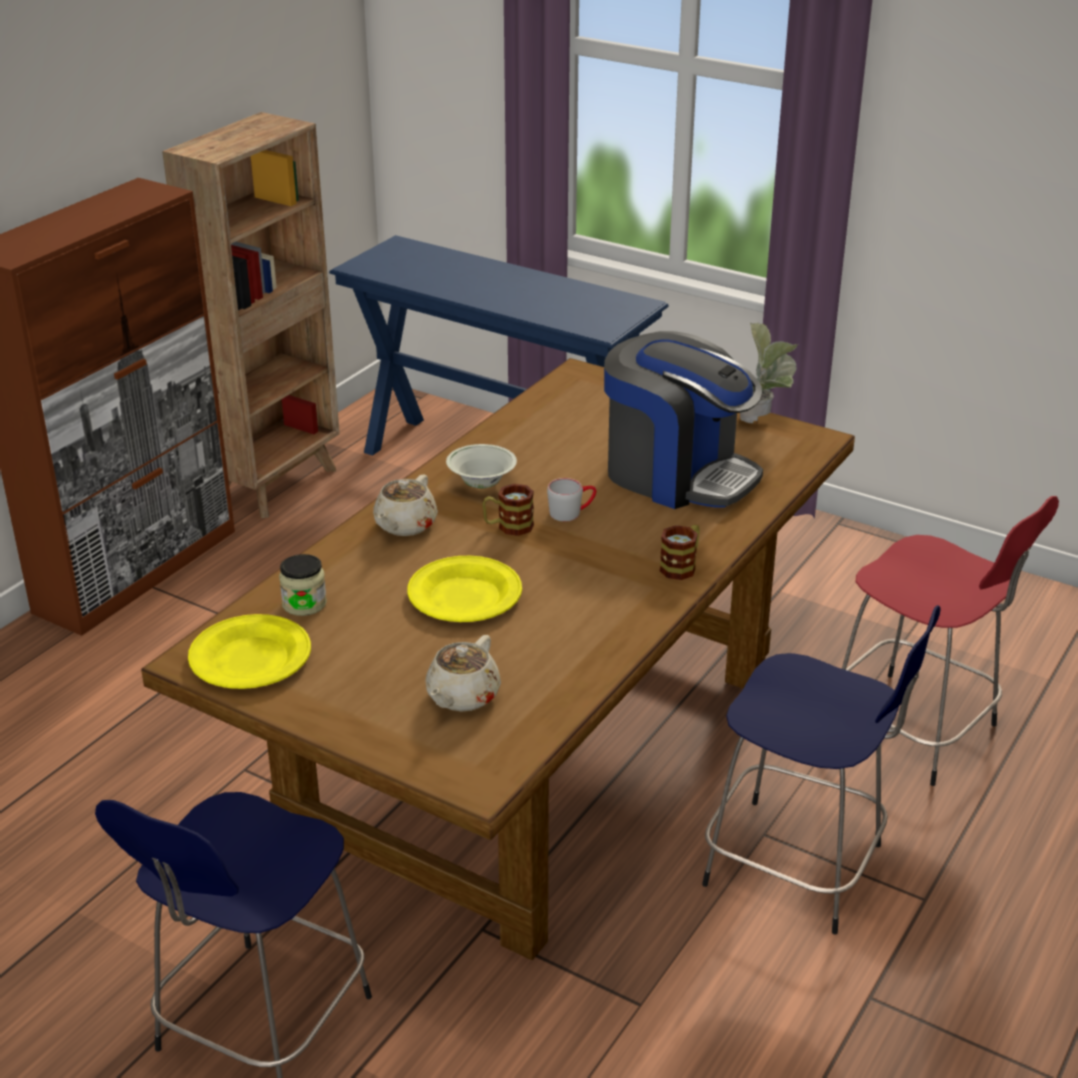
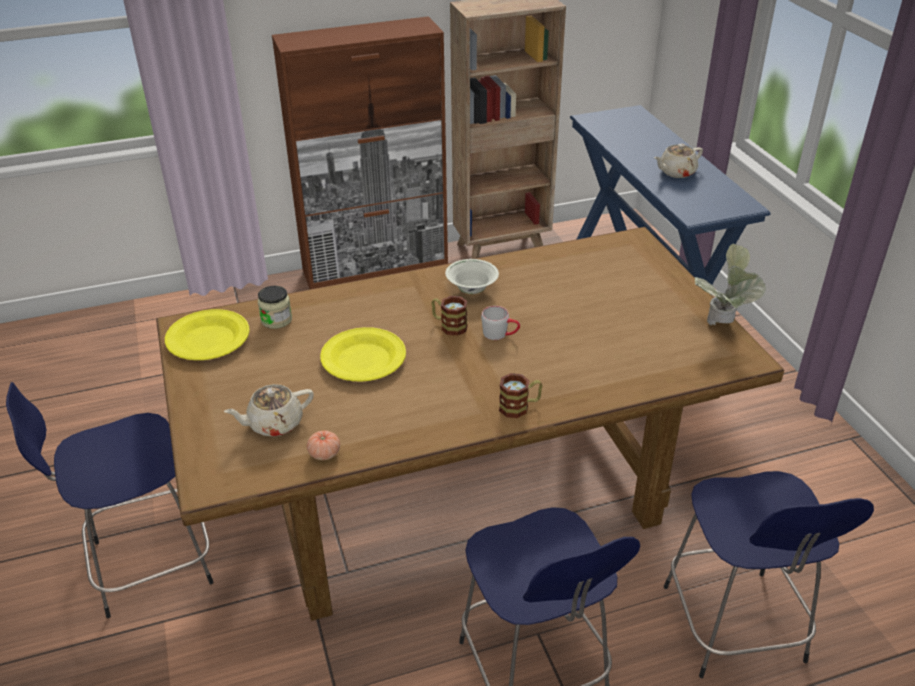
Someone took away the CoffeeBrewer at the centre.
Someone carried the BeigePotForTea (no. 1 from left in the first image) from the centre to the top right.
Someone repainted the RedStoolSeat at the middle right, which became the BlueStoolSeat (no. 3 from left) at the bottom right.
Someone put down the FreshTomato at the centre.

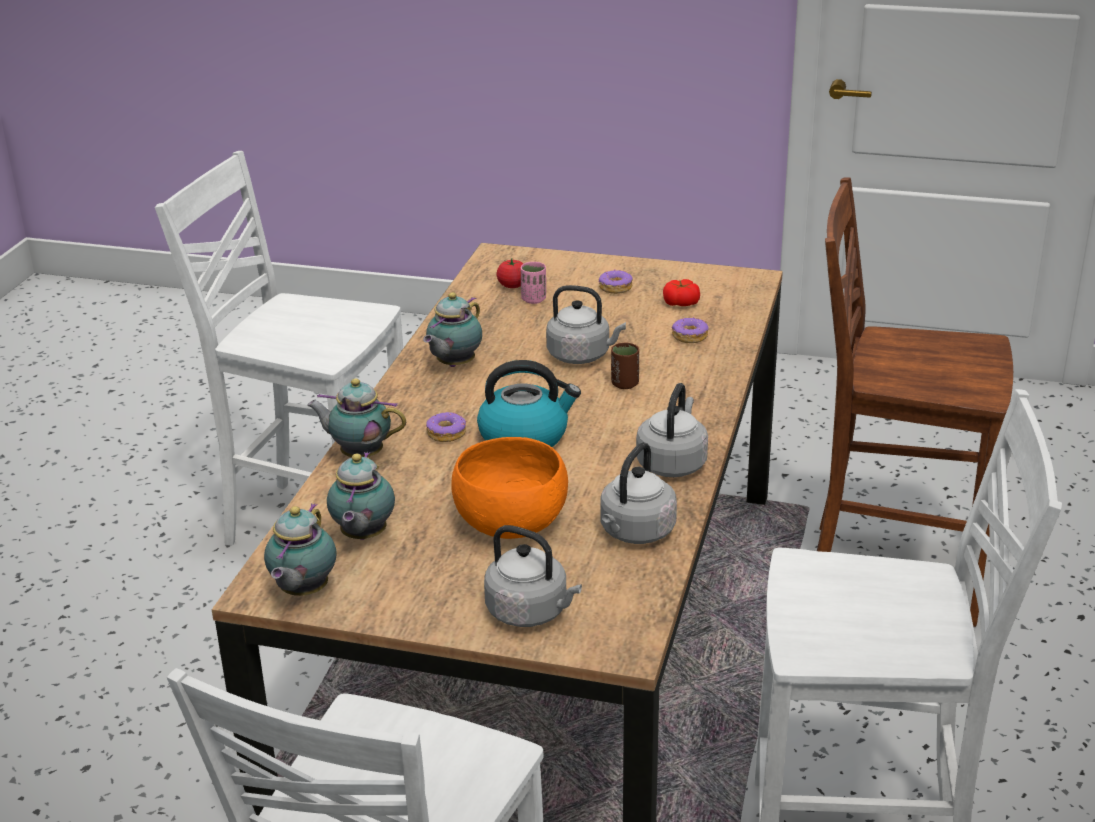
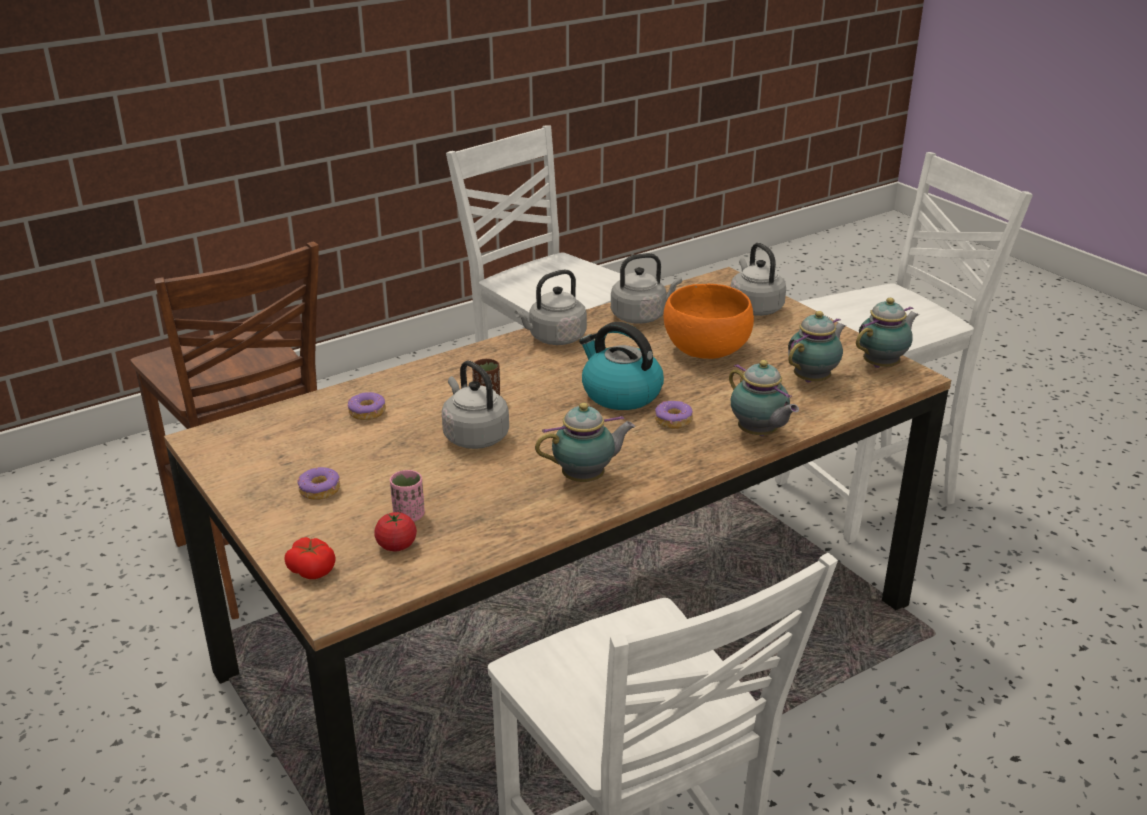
Someone carried the FreshTomato (no. 2 from left in the first image) from the centre to the bottom left.

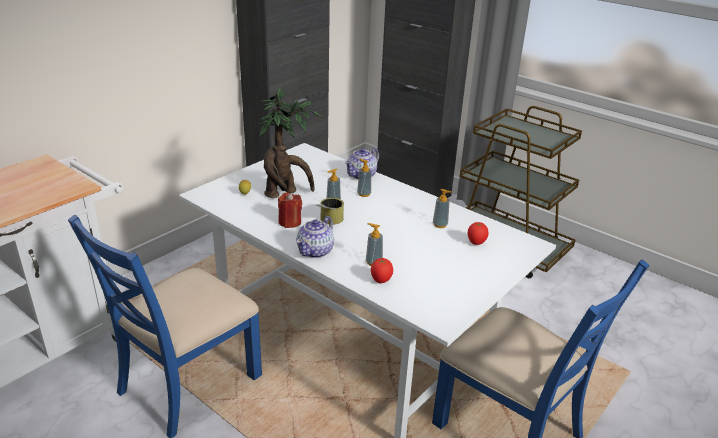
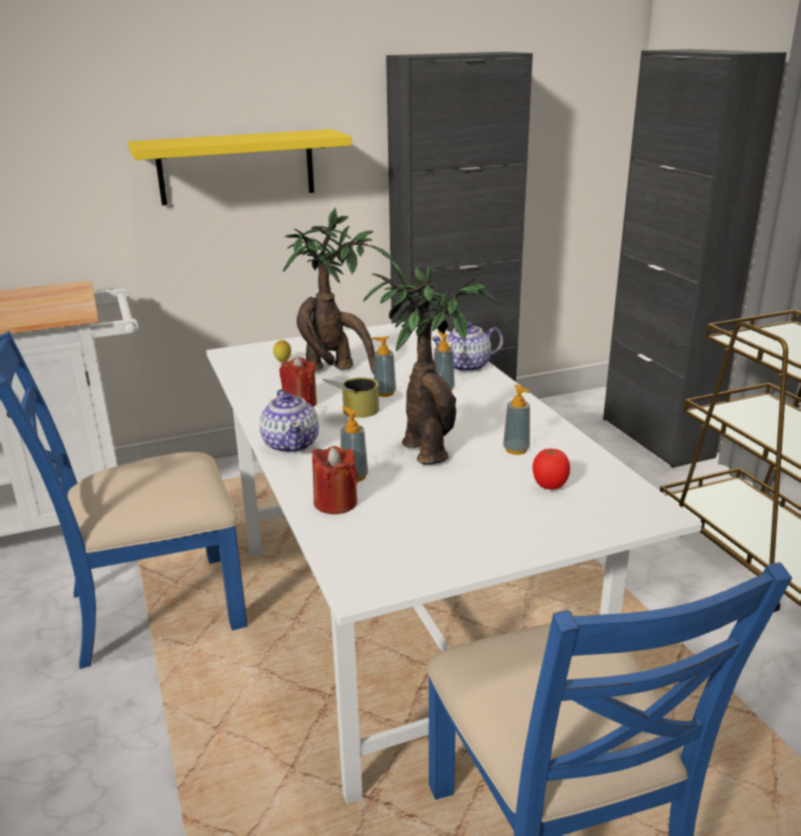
Someone rotated the PotForTea (no. 1 from left) at the centre by 75 degrees counterclockwise.
Someone swapped the FreshTomato (no. 1 from left) at the centre for the RedWaxLight (no. 2 from left) at the centre.
Someone put up the YellowWallShelf at the top left.
Someone put down the PottedPlant (no. 2 from left) at the centre.

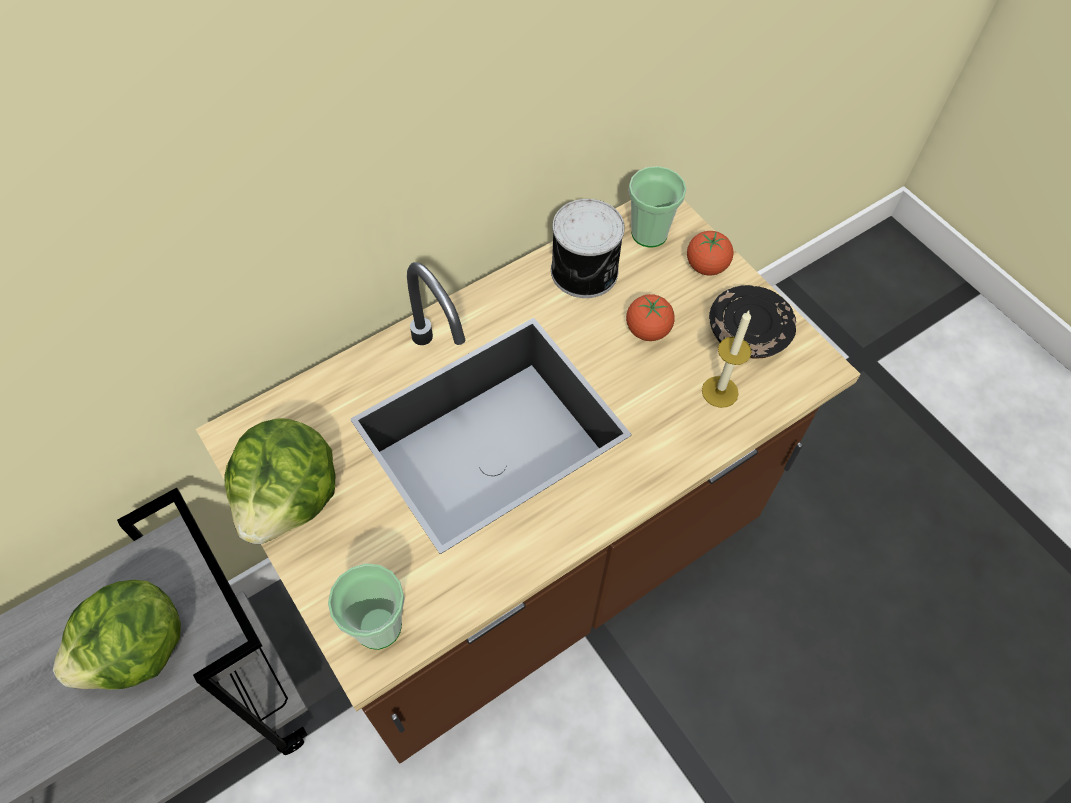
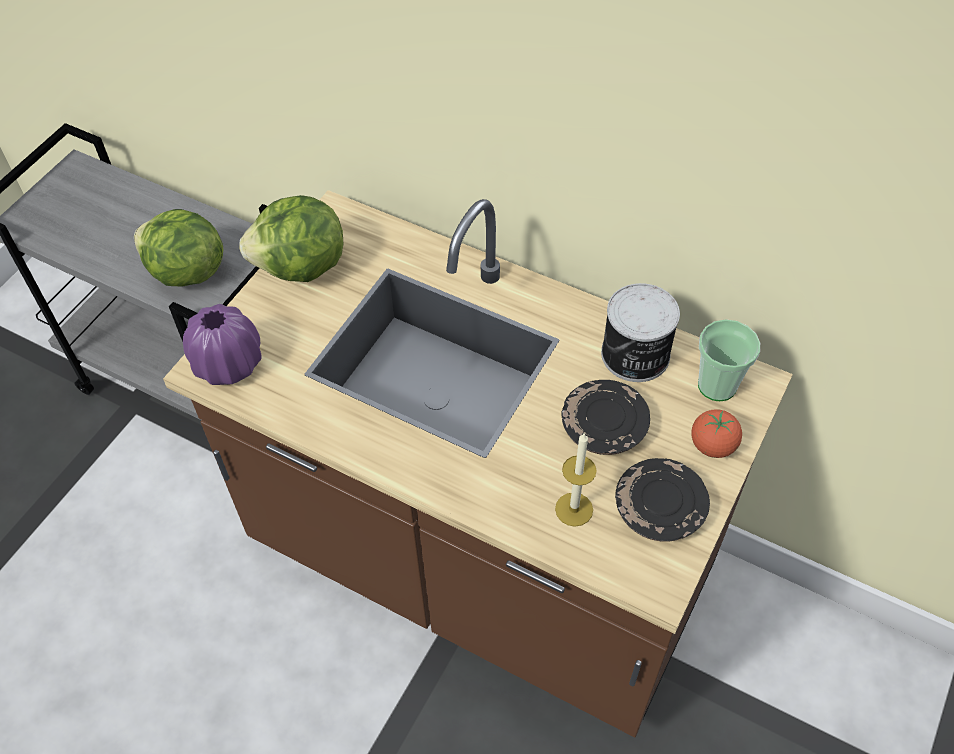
Someone swapped the FreshTomato (no. 1 from left) at the centre for the BlackishPlate (no. 1 from left) at the centre.
Someone swapped the SmallCup (no. 1 from left) at the bottom centre for the PurpleColouredVase at the middle left.

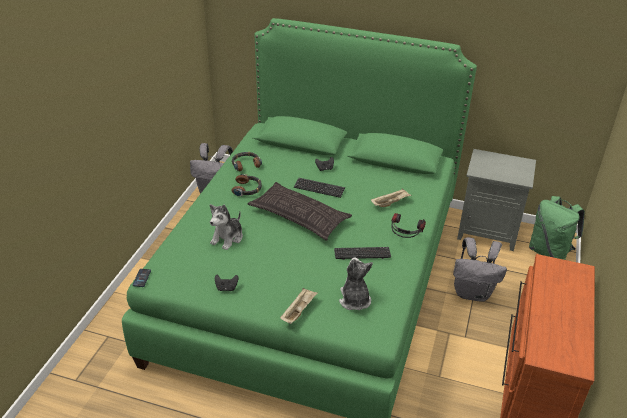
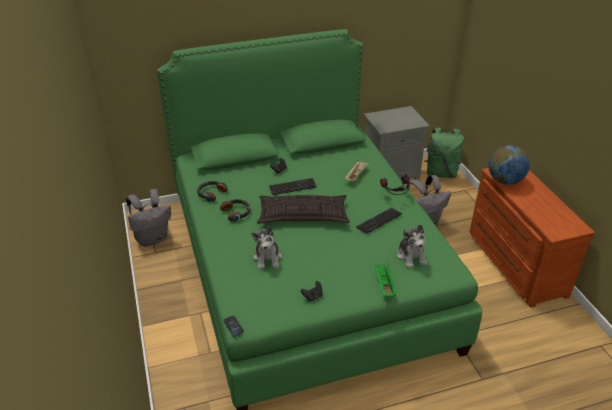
Someone rotated the PlushToy (no. 2 from left) at the bottom centre by 150 degrees counterclockwise.
Someone repainted the BeigeCarryingTray (no. 1 from left) at the bottom centre, which became the GreenColouredCarryingTray at the bottom centre.
Someone put down the DeskGlobe at the middle right.

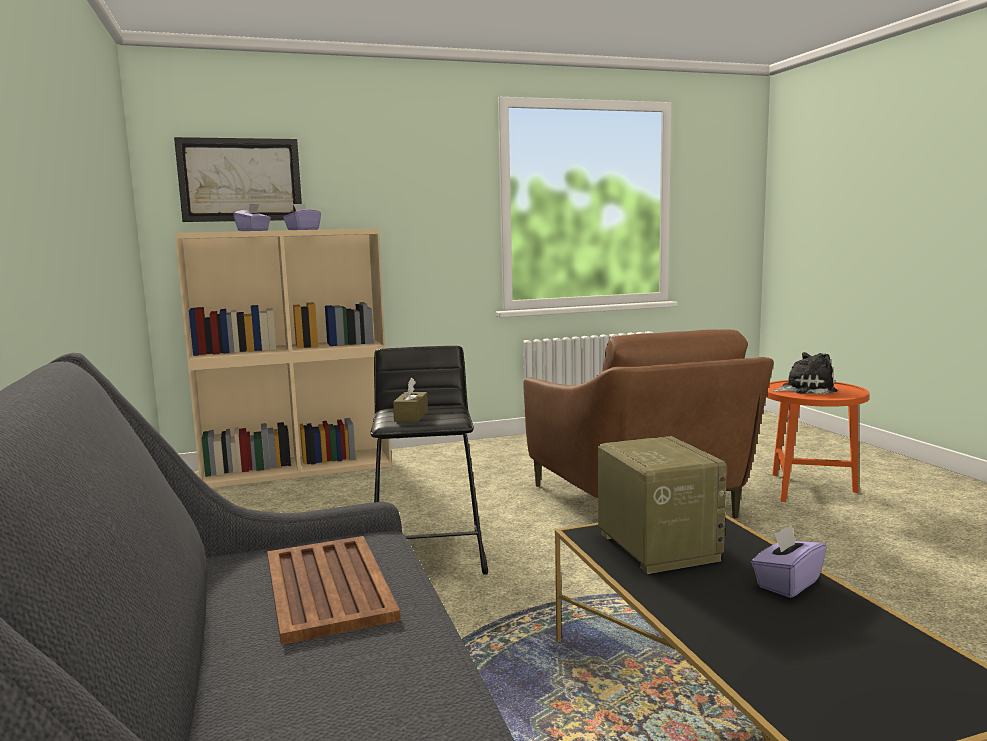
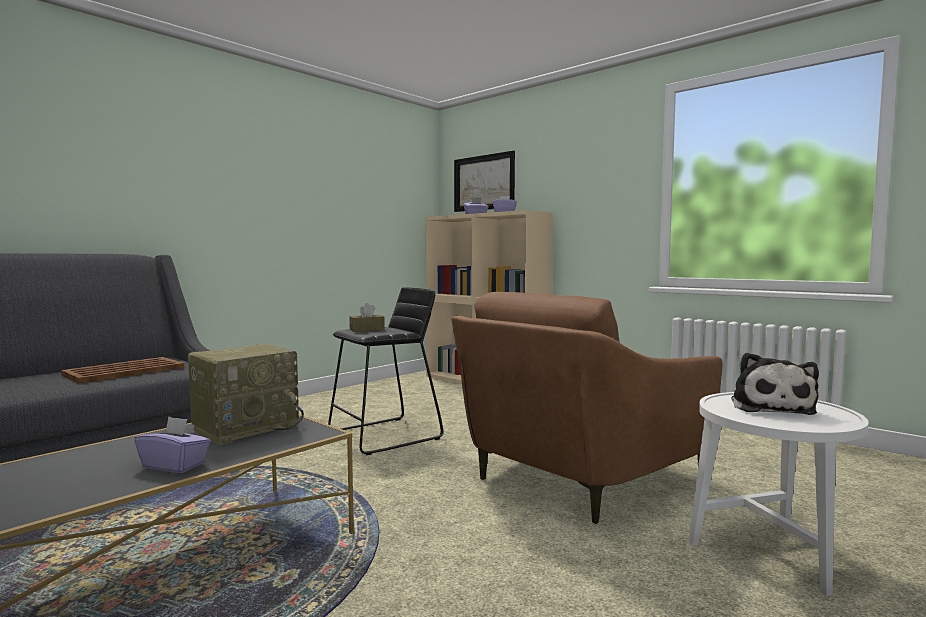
Someone rotated the PlushToy at the middle right by 45 degrees clockwise.
Someone repainted the OrangeColouredAccentTable at the middle right, which became the WhiteAccentTable at the bottom right.

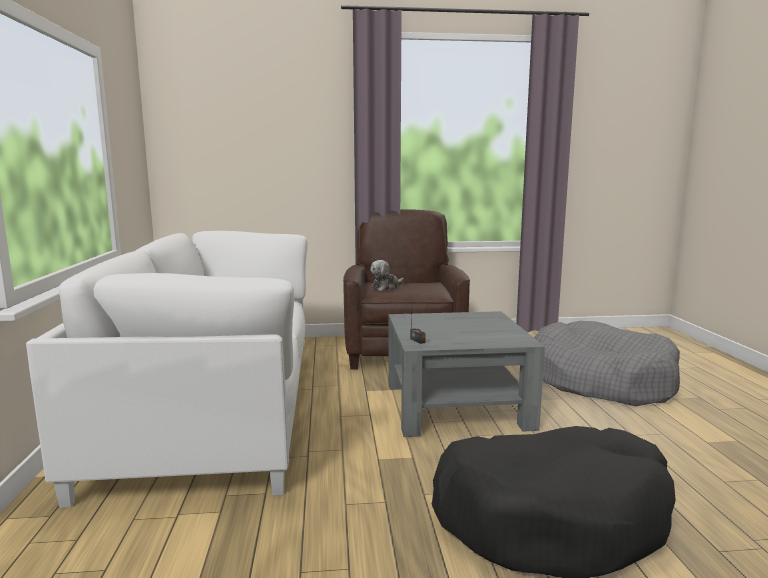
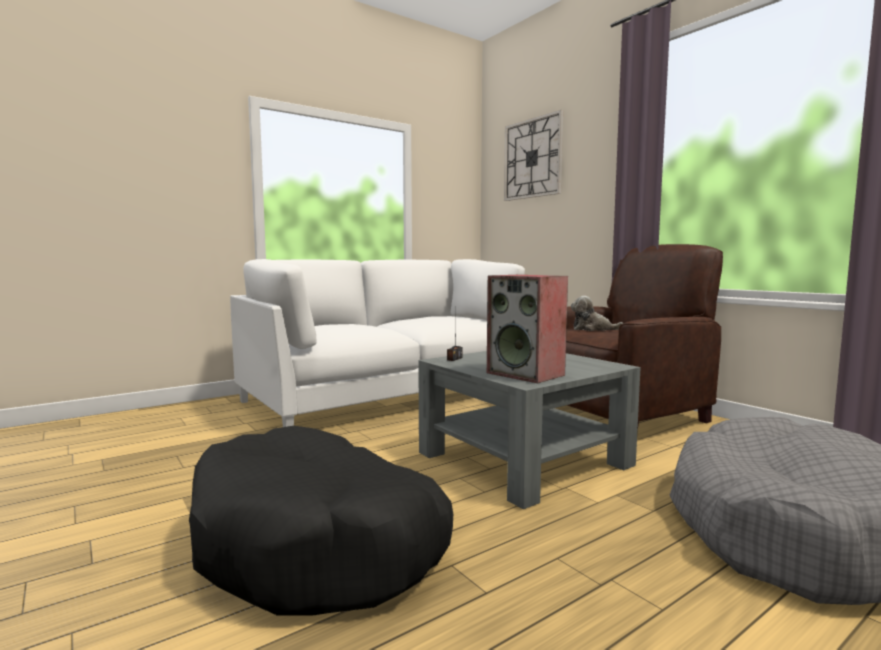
Someone put up the HangingClock at the top centre.
Someone put down the Speaker at the centre.

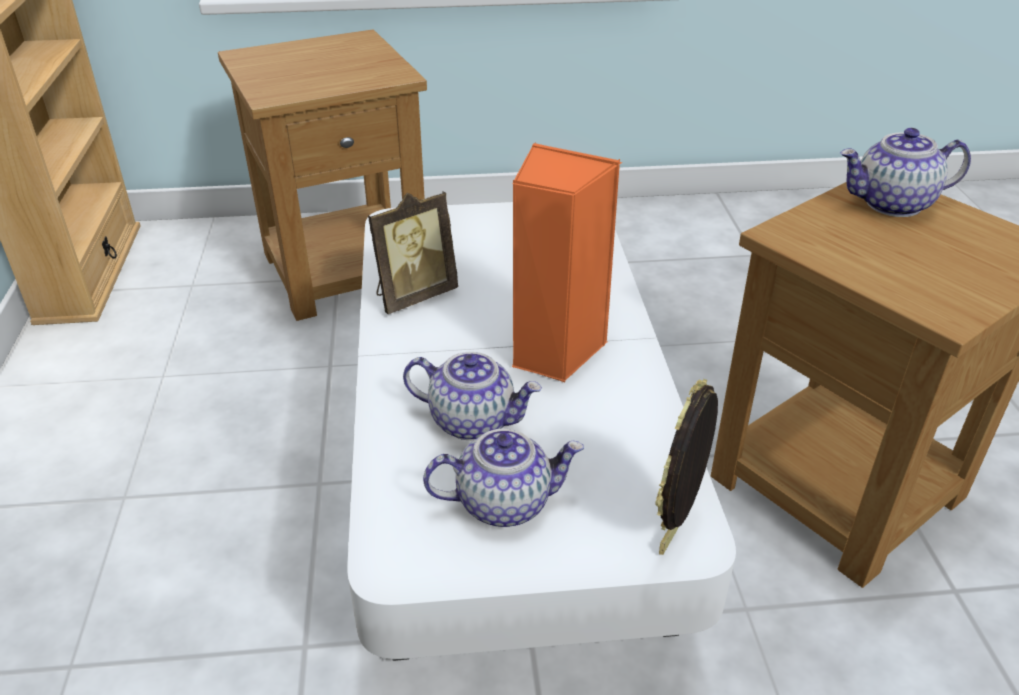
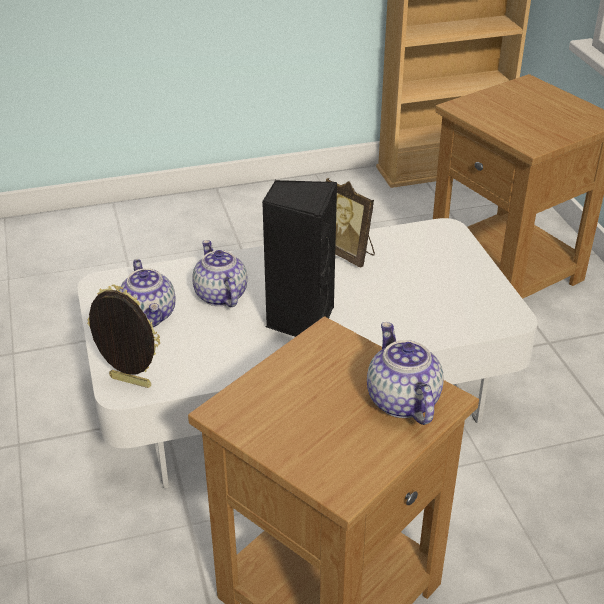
Someone repainted the OrangeColouredSpeaker at the centre, which became the BlackishSpeaker at the centre.
Someone rotated the PotForTea (no. 1 from left in the first image) at the centre by 150 degrees clockwise.

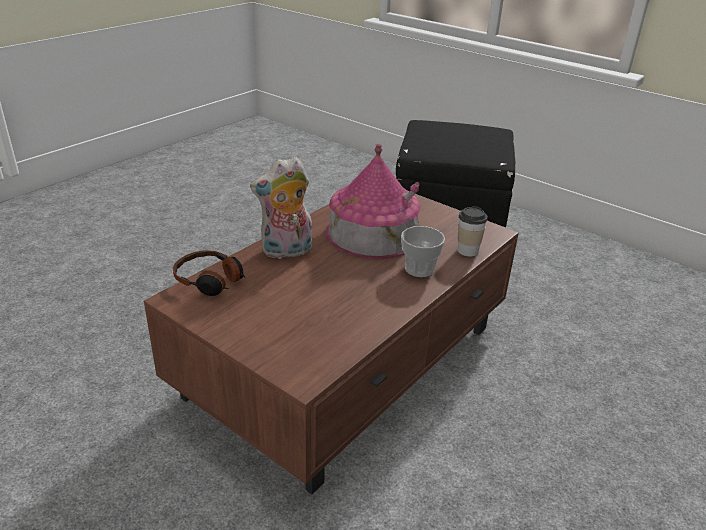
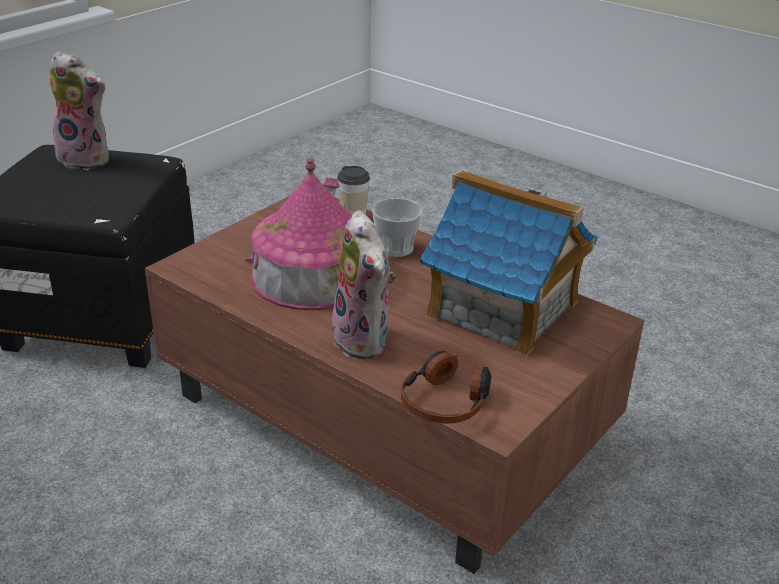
Someone put down the PlushToy (no. 1 from left) at the top left.
Someone put down the ToyHouse (no. 2 from left) at the centre.

